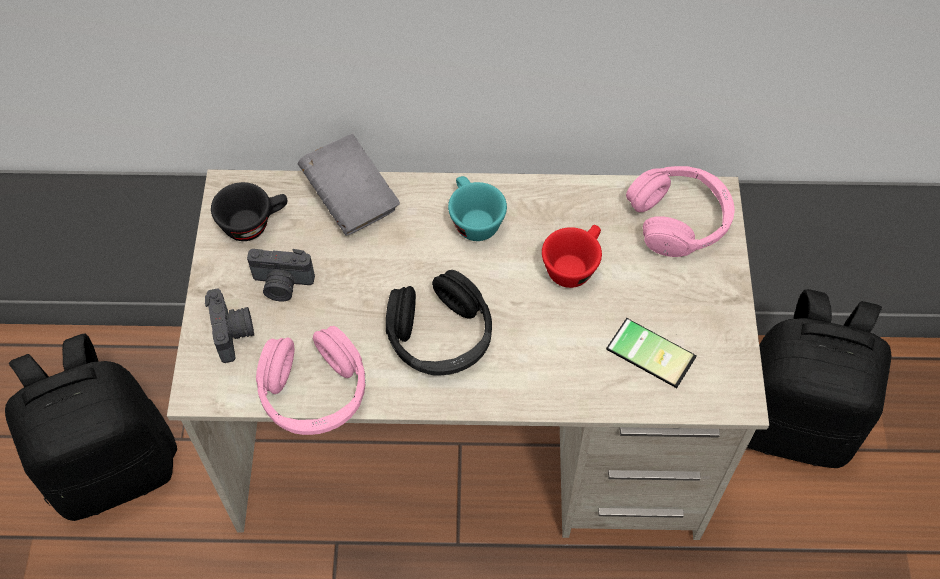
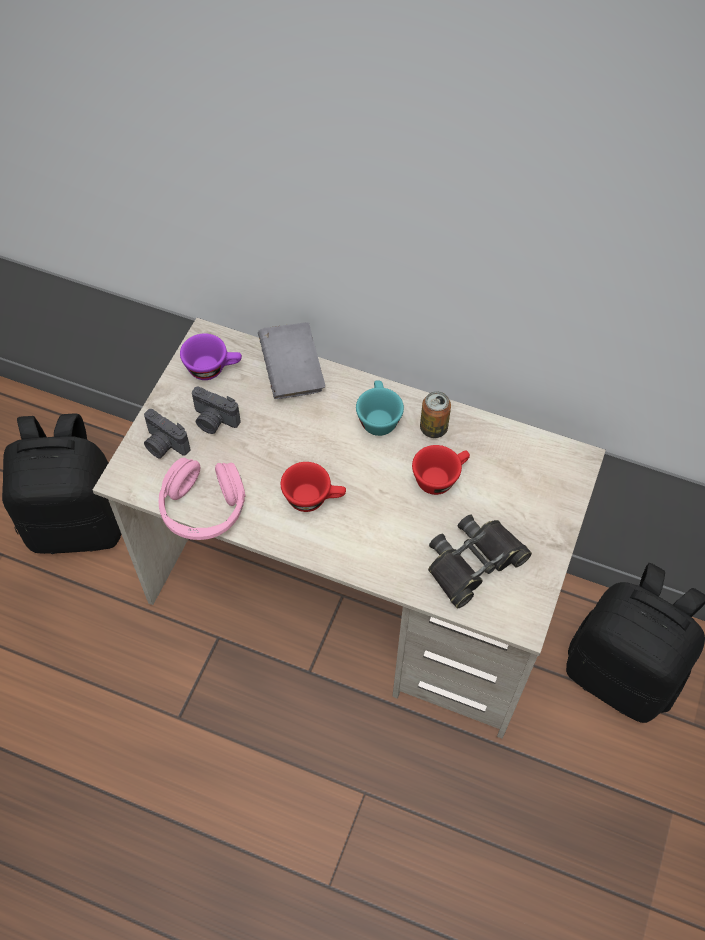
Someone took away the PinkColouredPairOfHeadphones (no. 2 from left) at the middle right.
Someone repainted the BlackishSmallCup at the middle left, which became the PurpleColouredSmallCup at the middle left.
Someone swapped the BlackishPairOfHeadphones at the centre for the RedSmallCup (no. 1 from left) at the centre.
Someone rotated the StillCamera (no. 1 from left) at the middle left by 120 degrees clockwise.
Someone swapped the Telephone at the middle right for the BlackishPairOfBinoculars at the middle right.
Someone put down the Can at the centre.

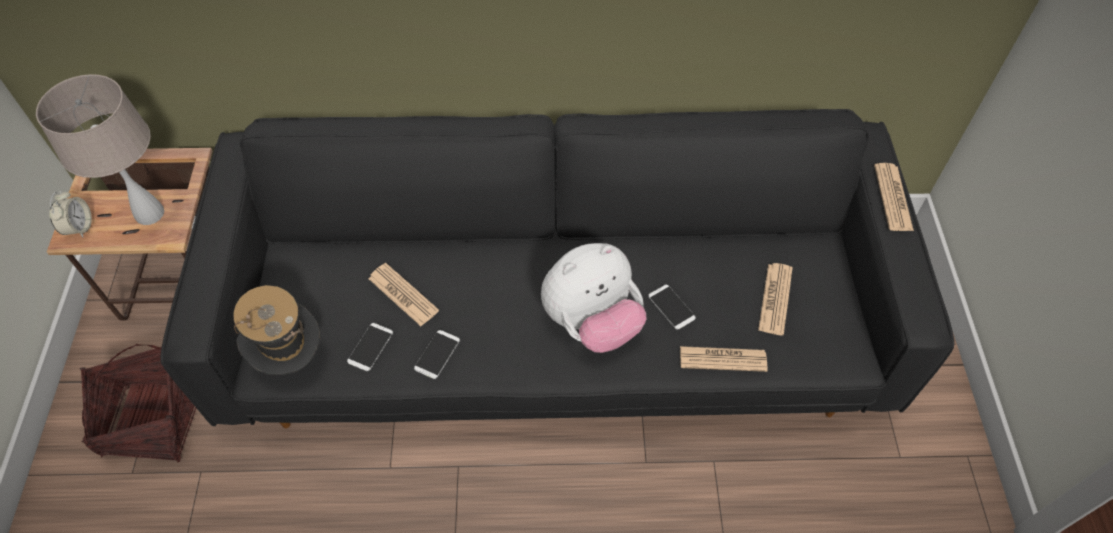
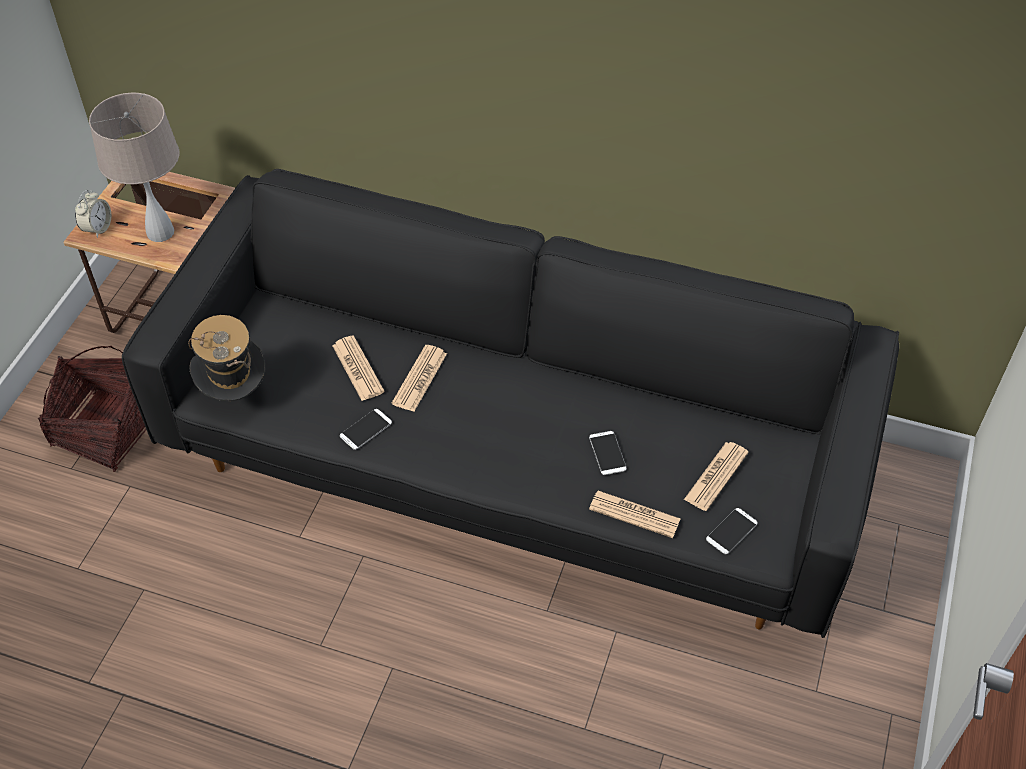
Someone carried the Newspaper (no. 4 from left in the first image) from the middle right to the centre.
Someone took away the PlushToy at the centre.
Someone carried the Telephone (no. 1 from left in the first image) from the middle left to the bottom right.

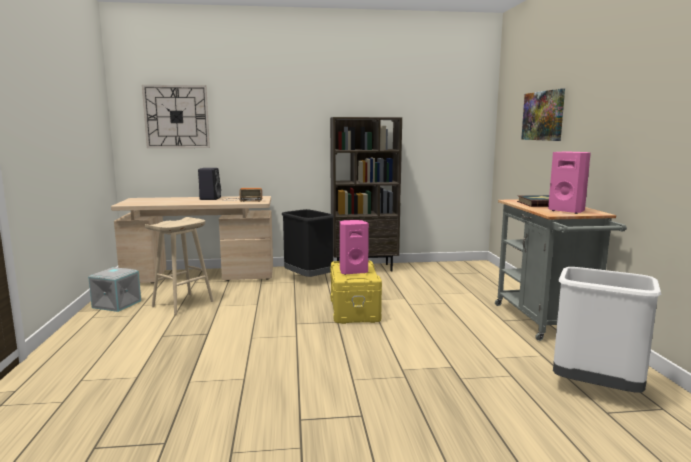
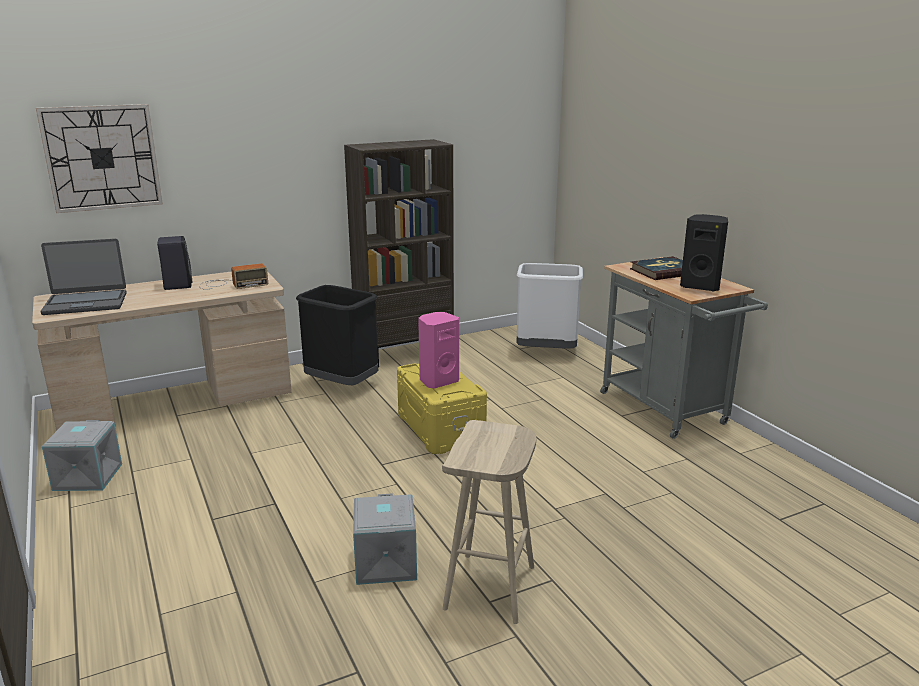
Someone took away the WallPicture at the top right.
Someone repainted the PinkColouredSpeaker (no. 2 from left) at the middle right, which became the BlackishSpeaker (no. 2 from left) at the middle right.
Someone carried the BeigeStoolSeat from the middle left to the bottom centre.
Someone carried the WhiteTrashCan from the bottom right to the centre.
Someone put down the Laptop at the middle left.
Someone put down the GreyishStorageBin (no. 2 from left) at the bottom centre.

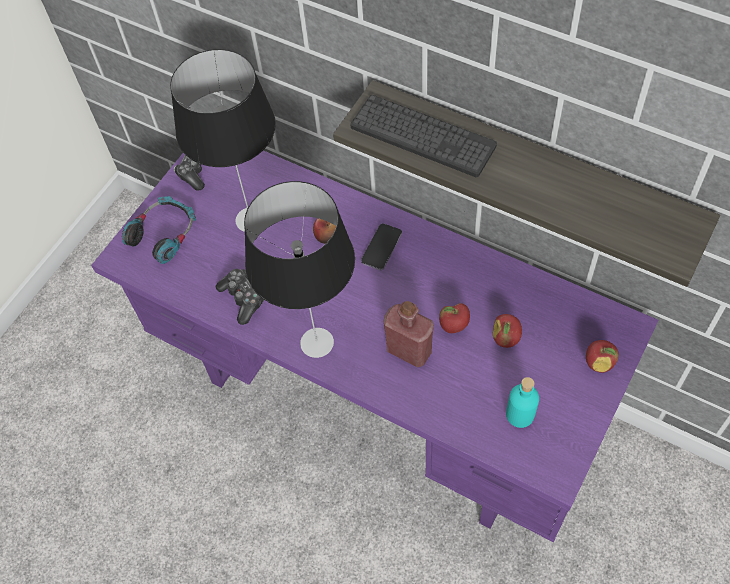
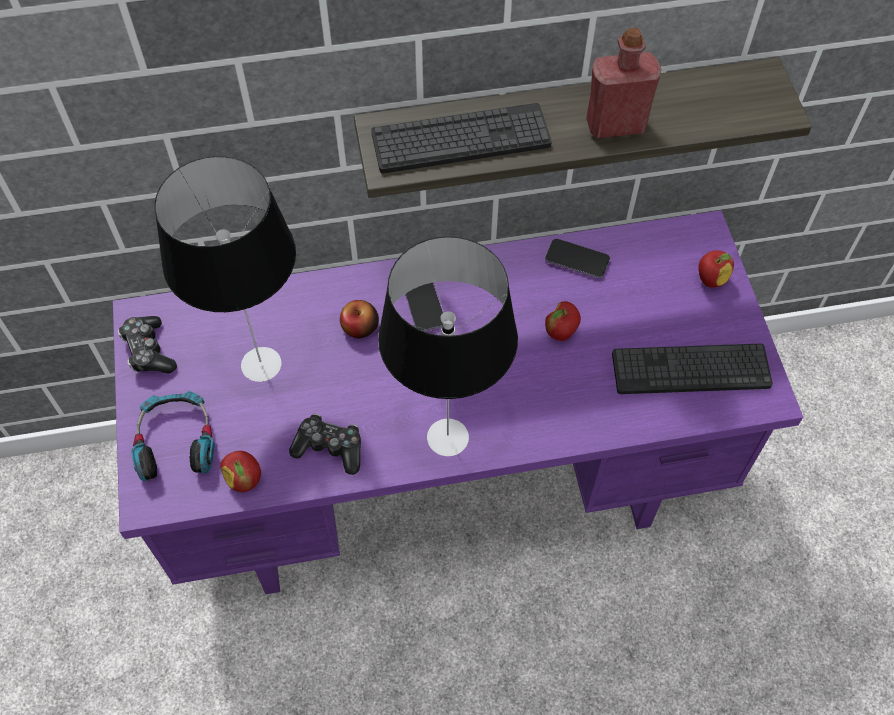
Someone carried the RedDrinkBottle from the centre to the top right.
Someone carried the Apple (no. 3 from left in the first image) from the middle right to the middle left.
Someone swapped the TurquoiseColouredDrinkBottle at the bottom right for the PcKeyboard (no. 2 from left) at the middle right.
Someone put down the Telephone (no. 2 from left) at the centre.

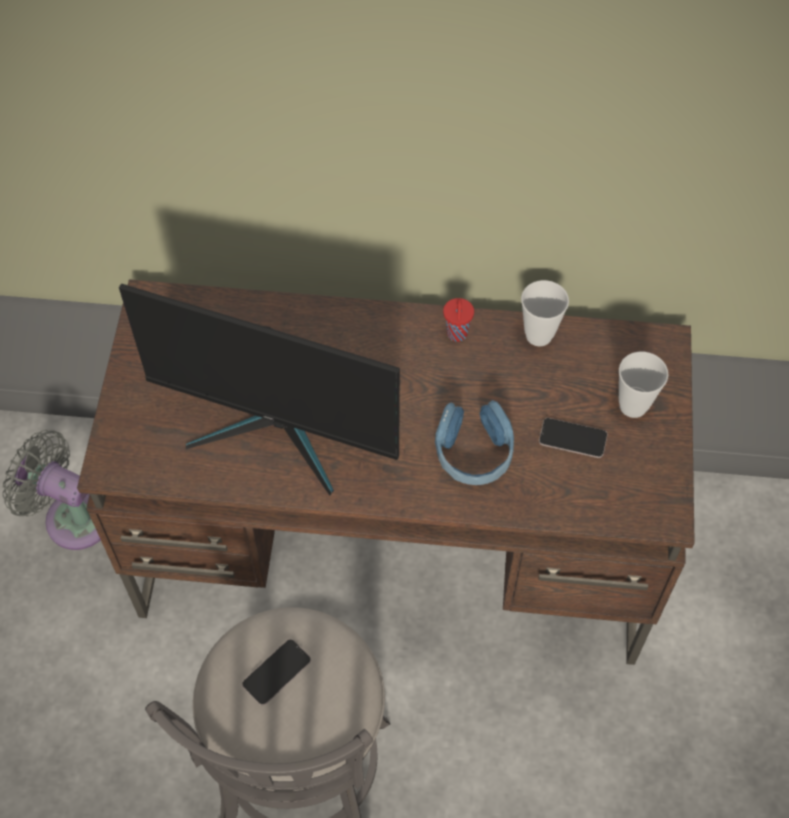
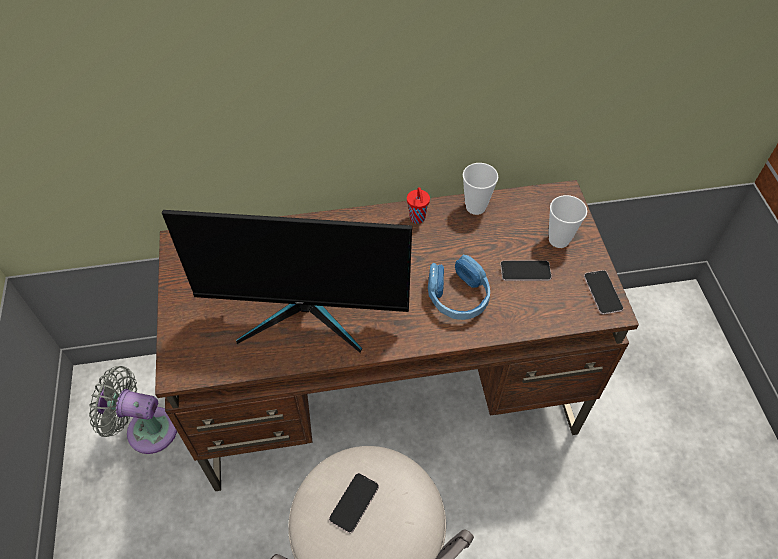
Someone put down the Telephone (no. 3 from left) at the middle right.

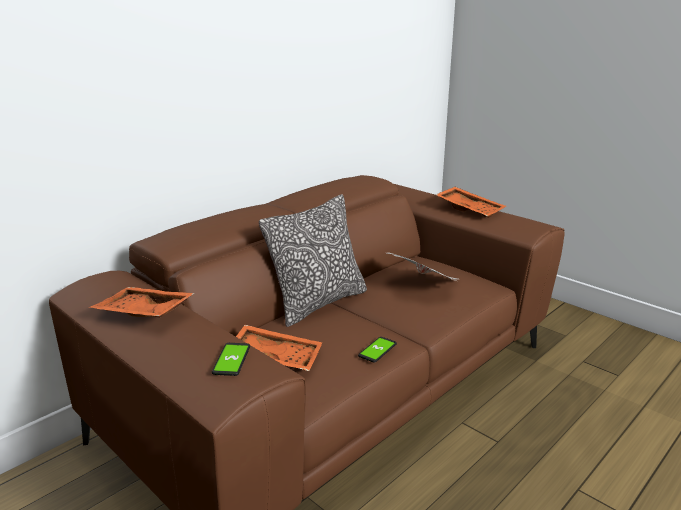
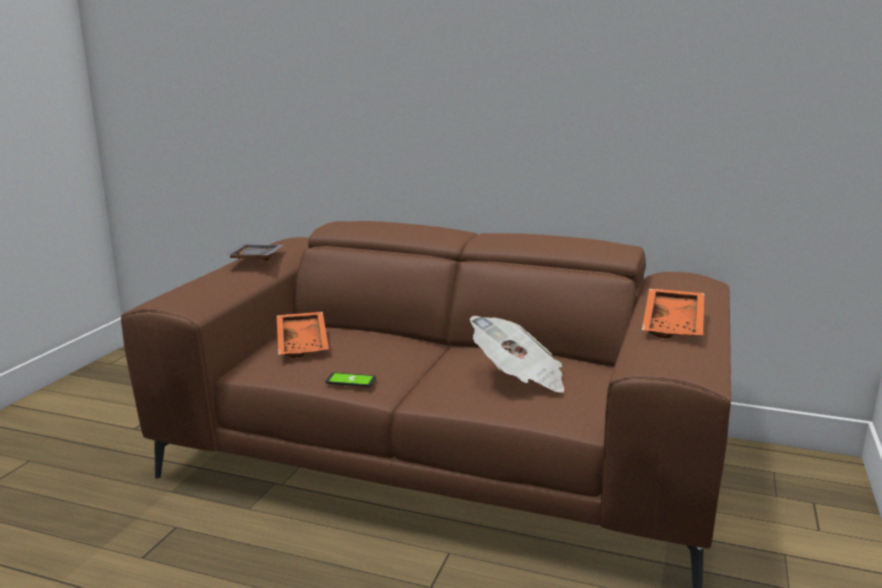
Someone took away the ThrowPillow at the centre.
Someone repainted the OrangeColouredCarryingTray (no. 1 from left) at the middle left, which became the GreyishCarryingTray at the middle left.
Someone took away the Telephone (no. 1 from left) at the bottom centre.

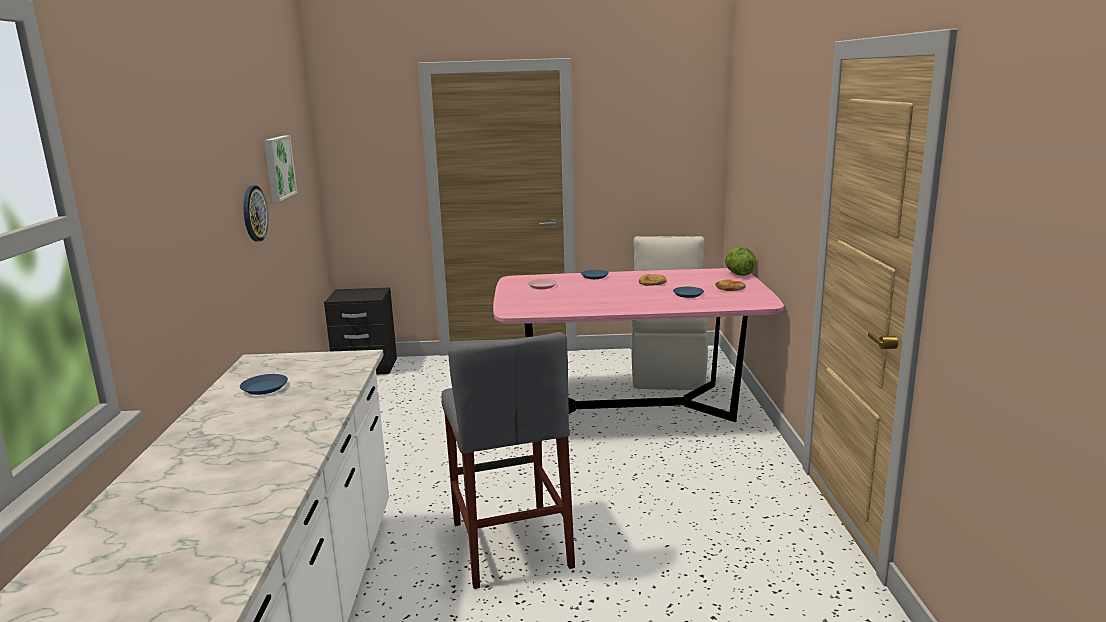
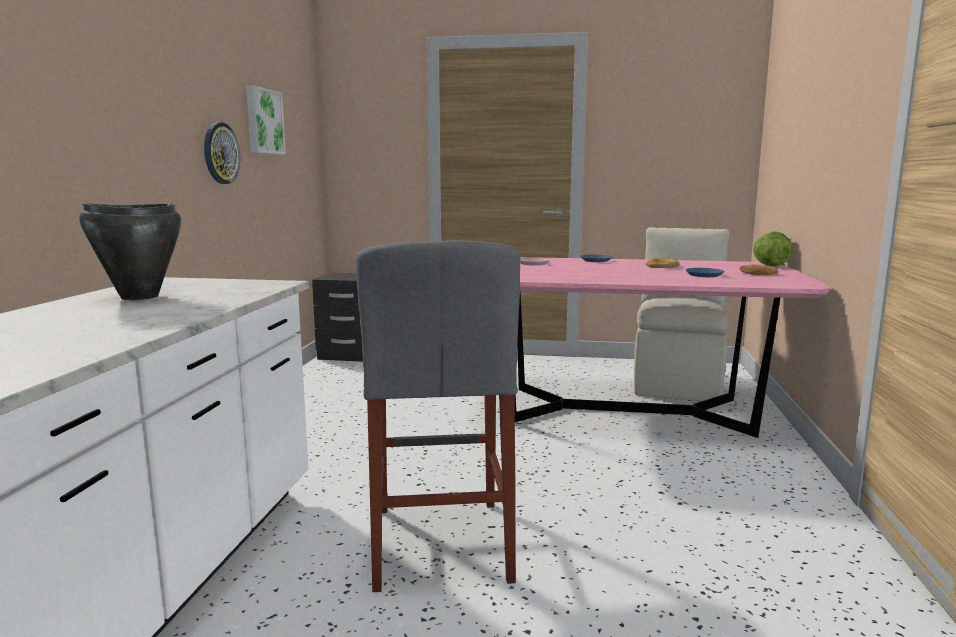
Someone swapped the BluePlate (no. 1 from left) at the middle left for the BlackishStockpot at the middle left.

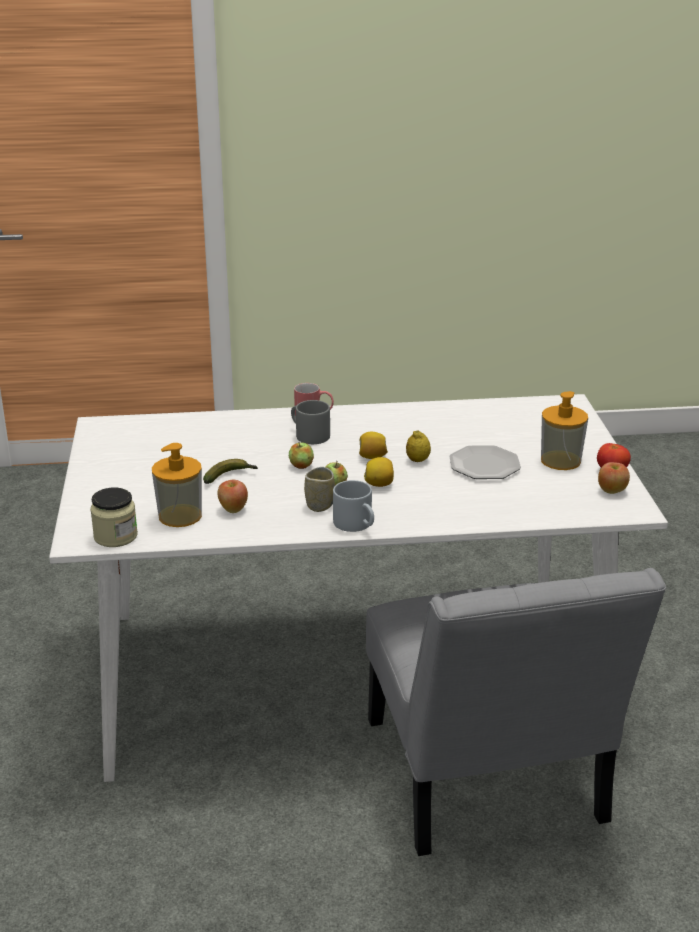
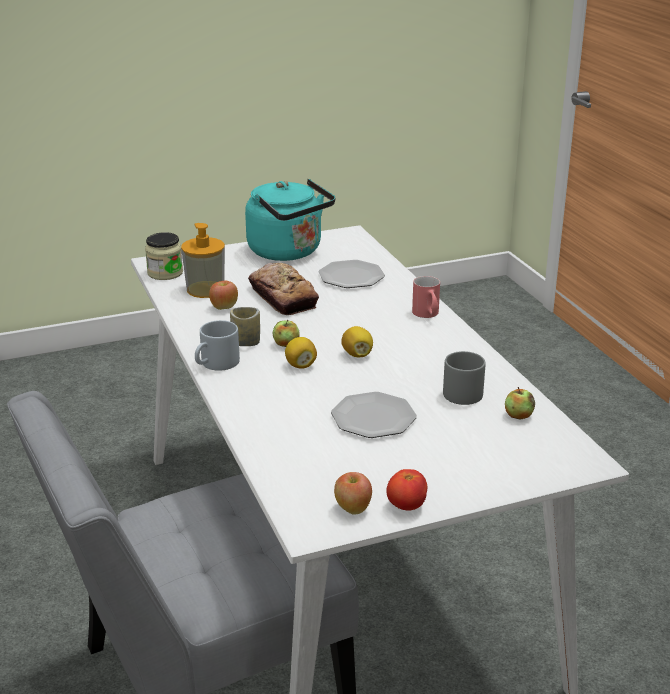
Someone took away the SoapBottle (no. 2 from left) at the middle right.
Someone carried the GreyishCoffeeMug (no. 1 from left in the first image) from the centre to the middle right.
Someone took away the CitrusFruit (no. 3 from left) at the centre.
Someone carried the Apple (no. 2 from left in the first image) from the centre to the middle right.
Someone swapped the WholeBanana at the middle left for the BakeryBread at the centre.
Someone put down the TurquoiseColouredTeaKettle at the top centre.
Someone put down the Plate (no. 1 from left) at the centre.

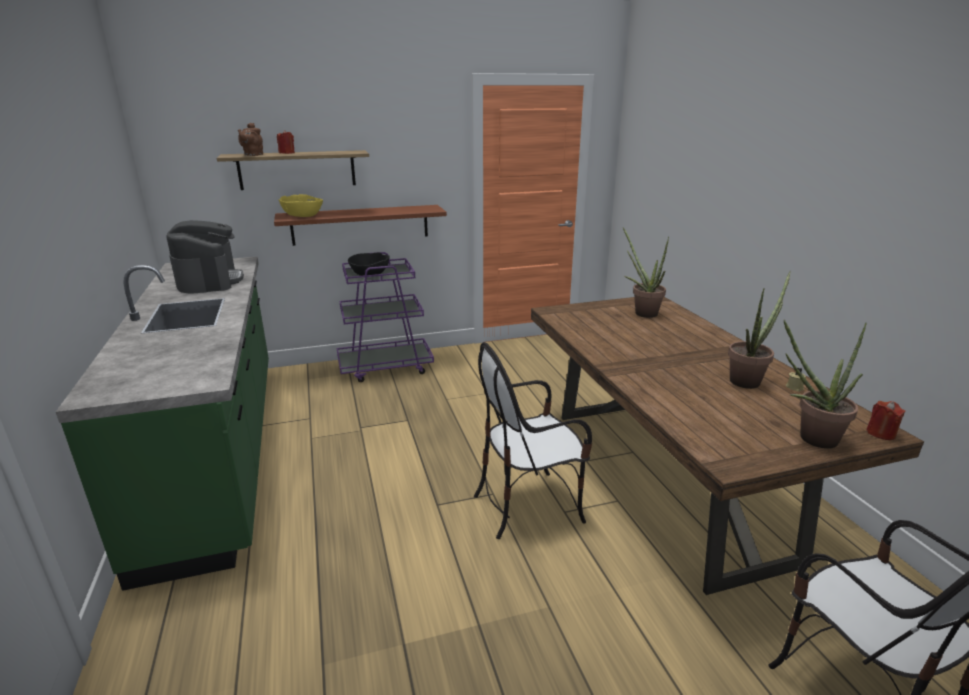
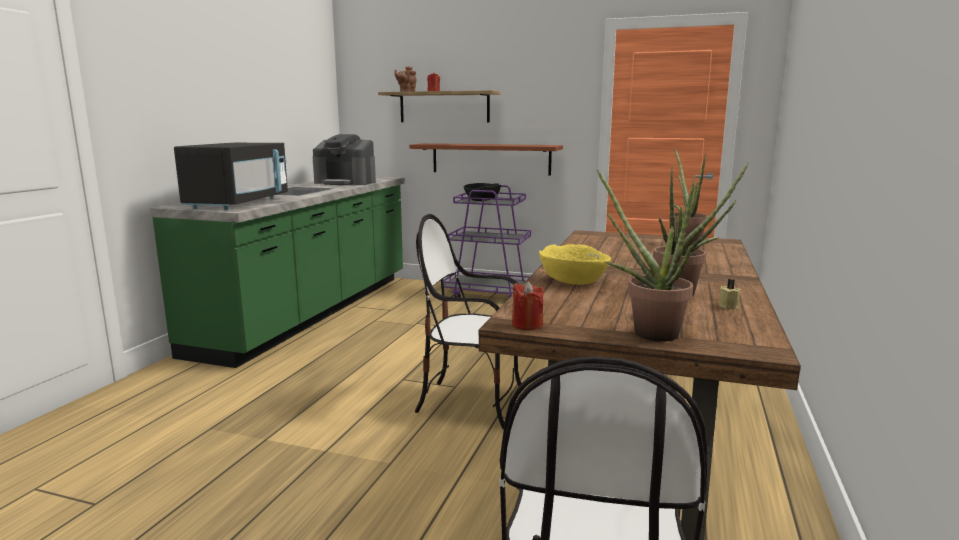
Someone carried the YellowBowl from the top left to the centre.
Someone rotated the CoffeeBrewer at the middle left by 90 degrees clockwise.
Someone carried the RedWaxLight (no. 2 from left) from the middle right to the centre.
Someone put down the BlackishMicrowave at the top left.

